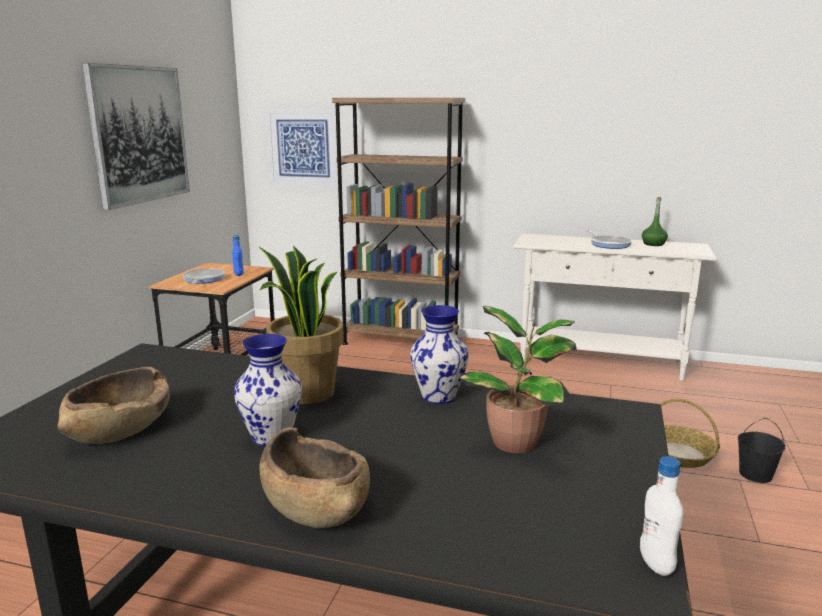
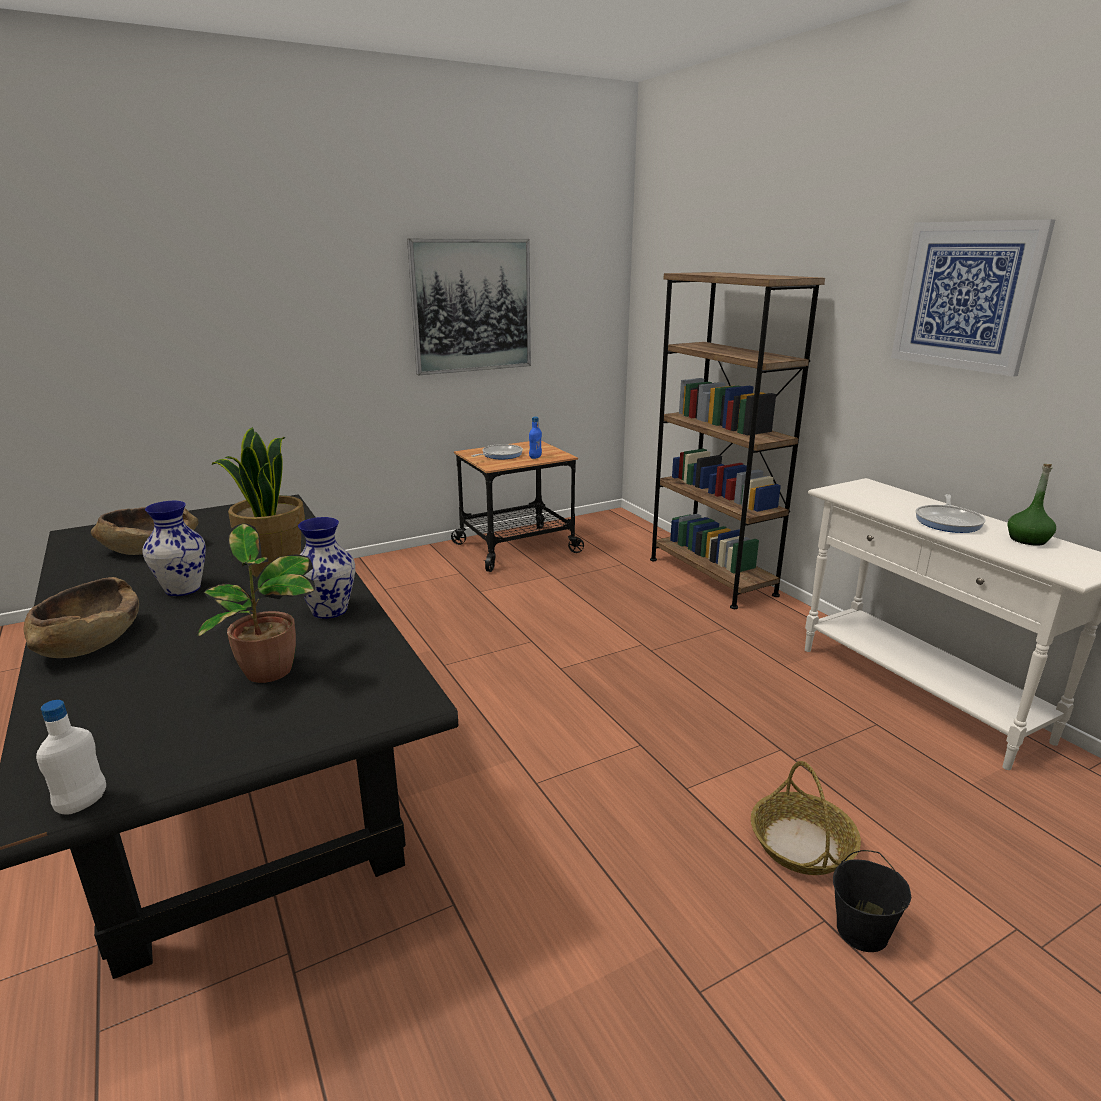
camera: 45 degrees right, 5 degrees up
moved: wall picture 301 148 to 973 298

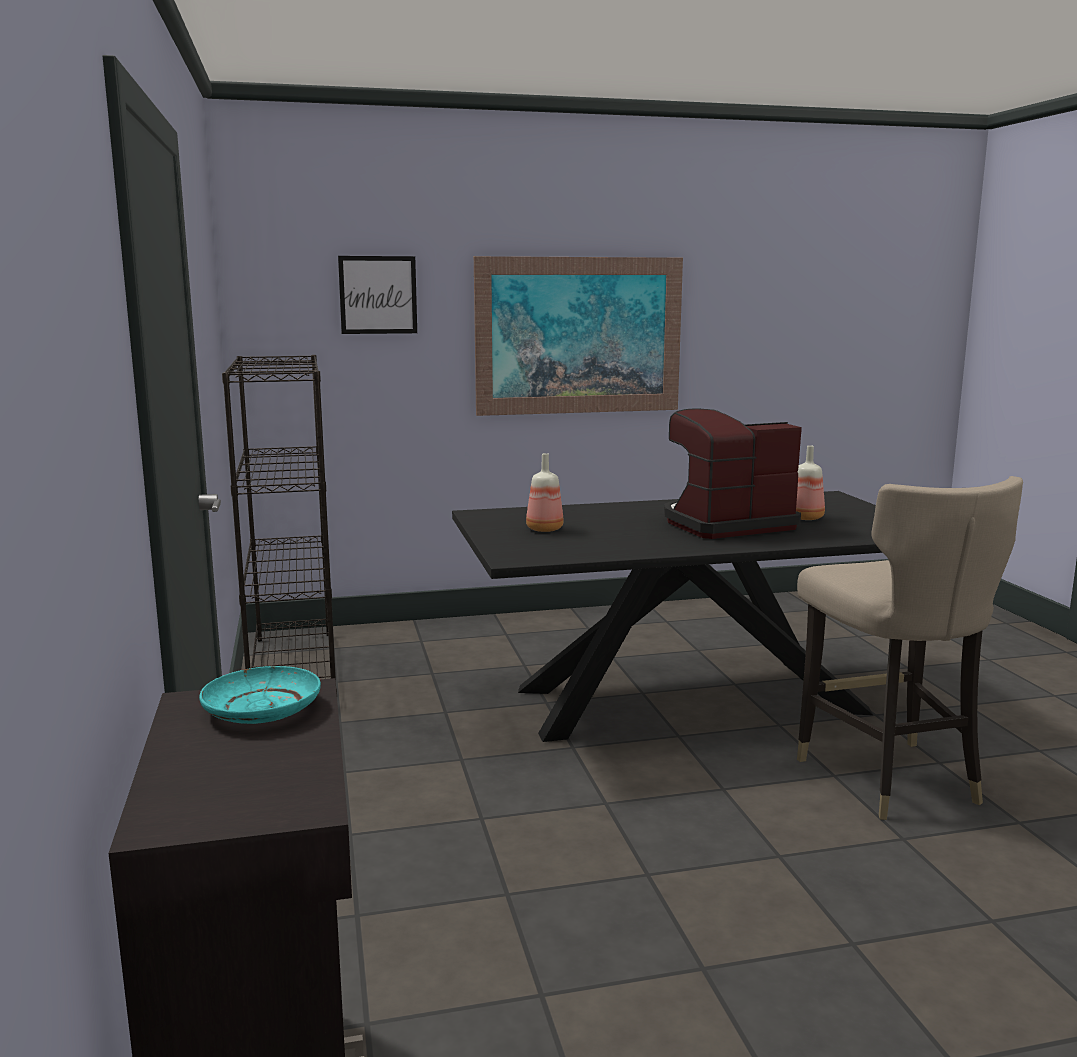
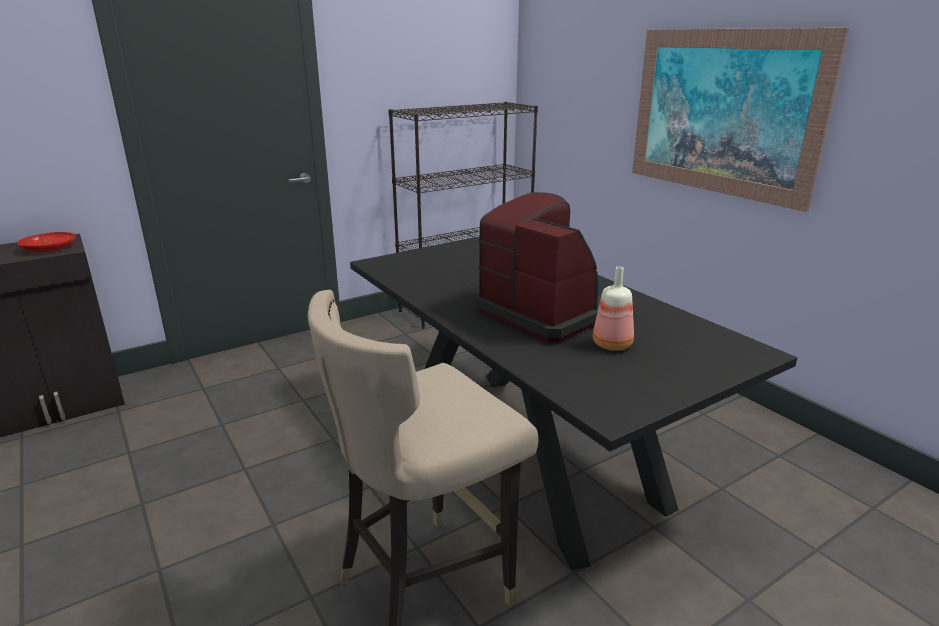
camera: 70 degrees right, 10 degrees up
removed: wall picture 377 295; drink bottle 545 492
recoloured: turquoise dinner plate 260 695 to red-coloured dinner plate 46 242

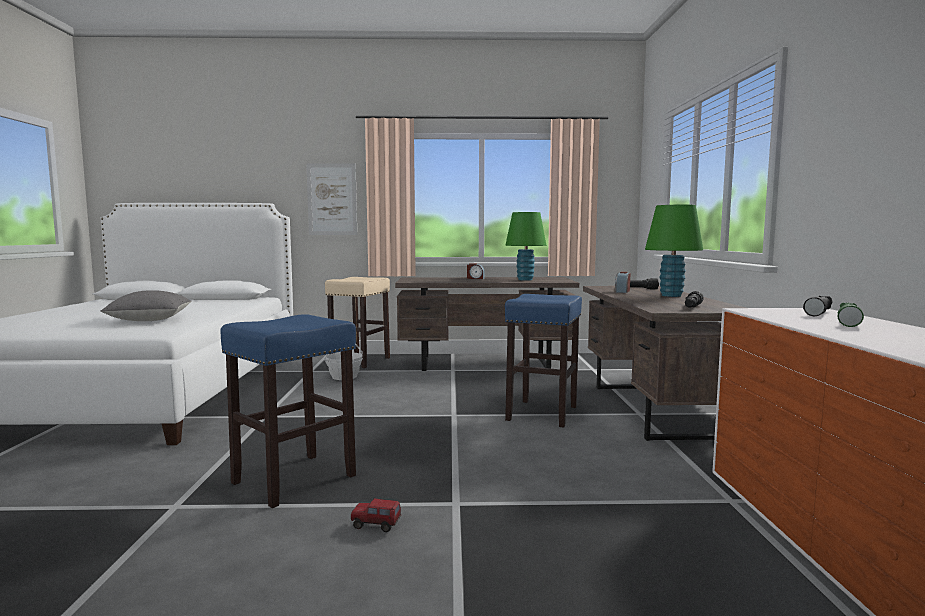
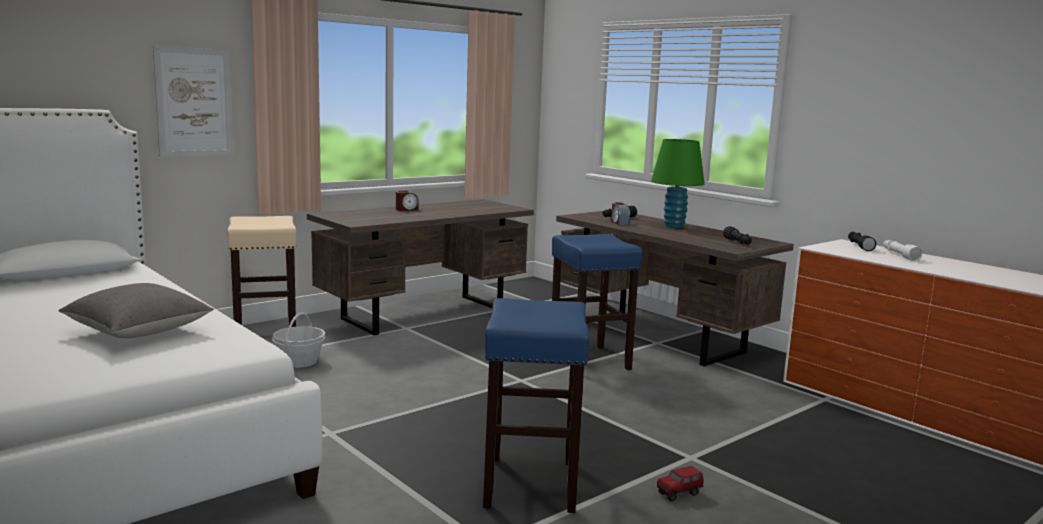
camera: 40 degrees left, 5 degrees up
removed: green-coloured lamp for a table 525 246
recoloured: green-coloured flashlight 850 315 to white flashlight 903 250

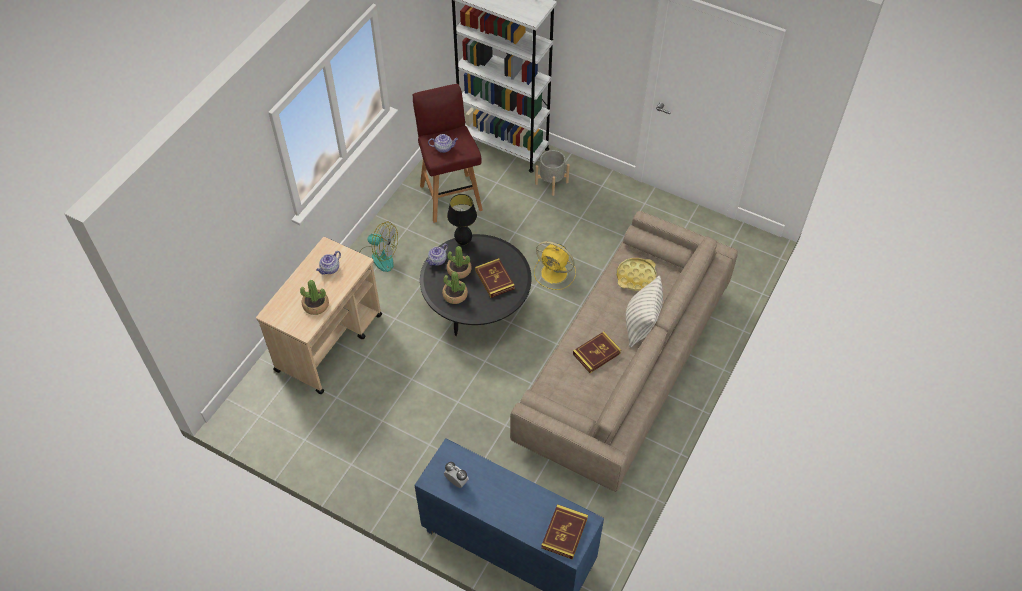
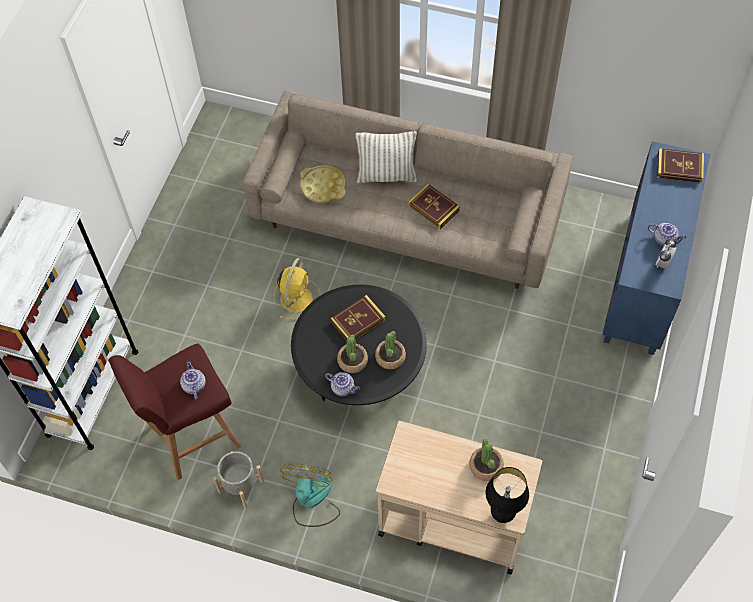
camera: 100 degrees left, 5 degrees up
moved: greyish flower pot 552 173 to 238 479; black lamp for a table 462 219 to 507 495; teapot 328 262 to 667 234

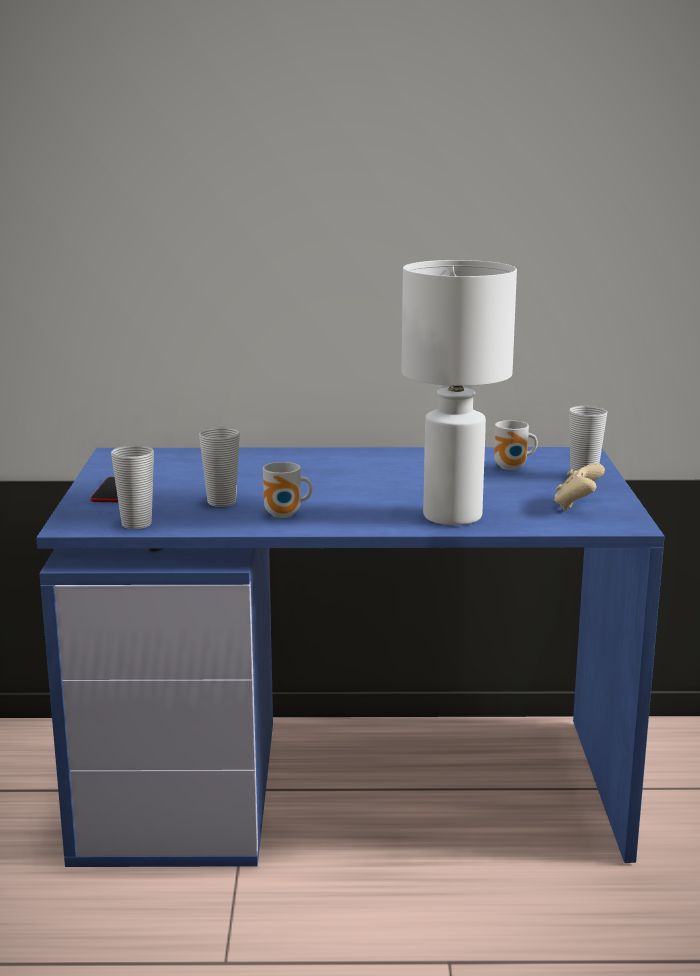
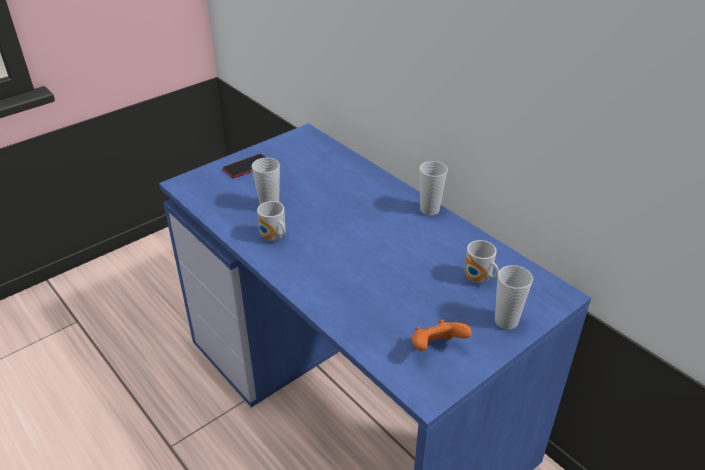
camera: 50 degrees right, 20 degrees up
removed: white lamp for a table 459 392
moved: small cup 132 487 to 433 188
recoloured: sand-coloured game controller 579 487 to orange-coloured game controller 442 335

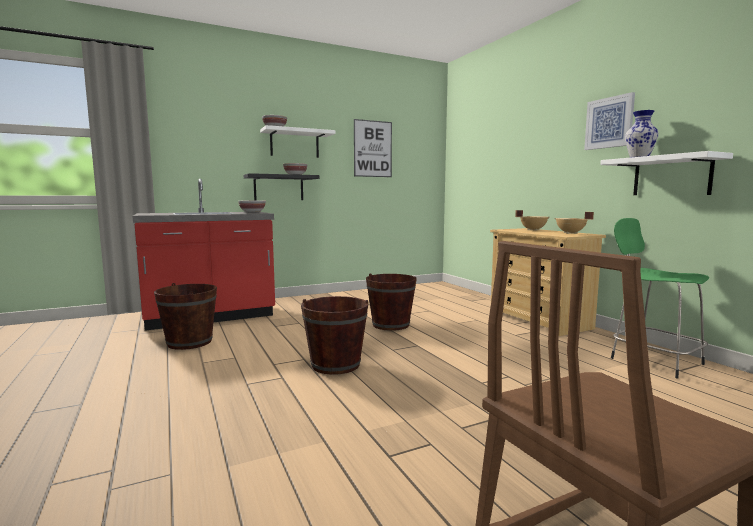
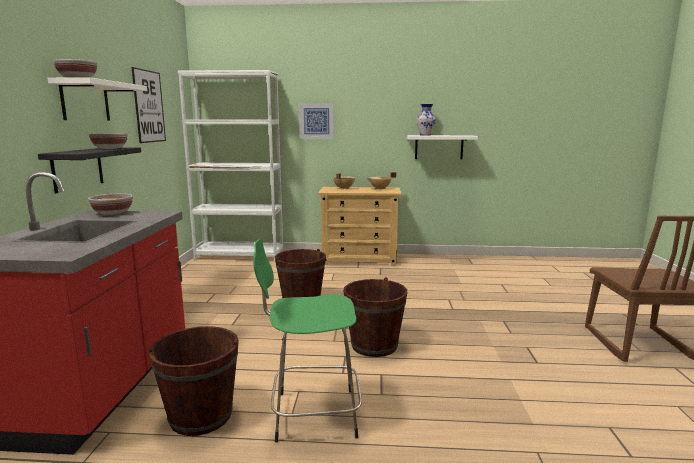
camera: 60 degrees left, 5 degrees up
added: white bookcase 230 166
moved: green-coloured stool 660 298 to 307 341; wall picture 609 121 to 316 121

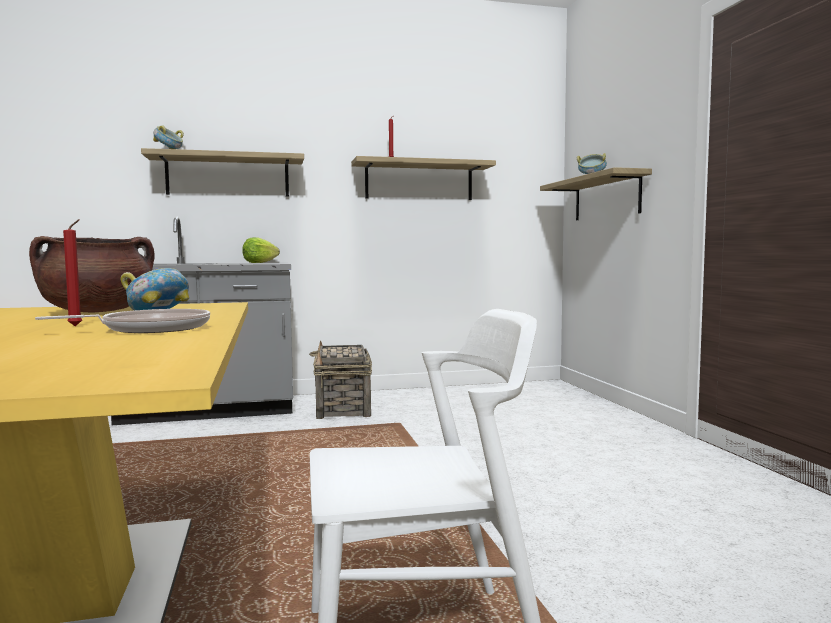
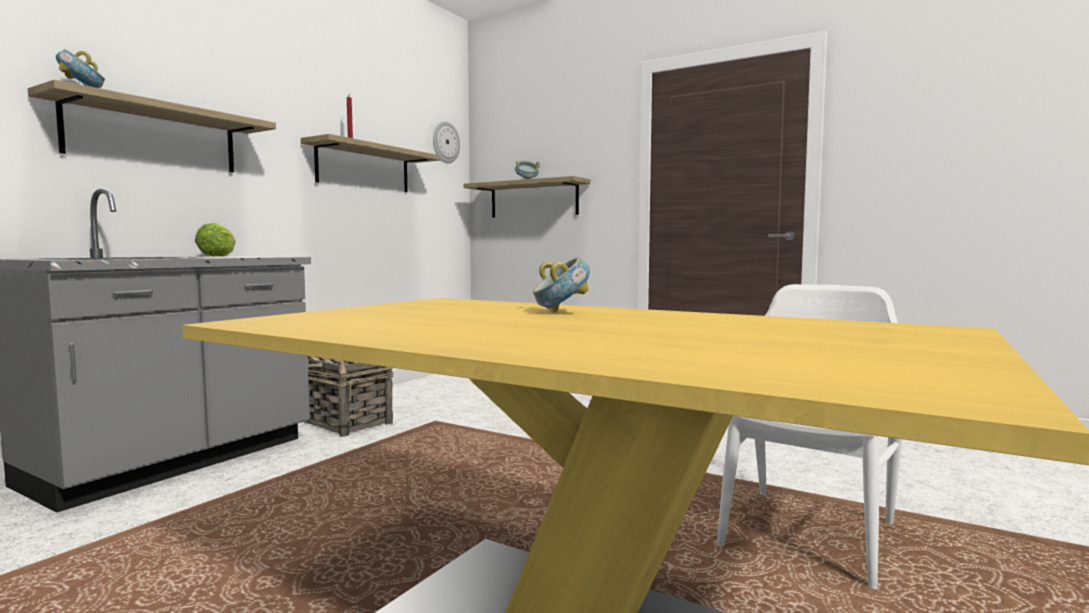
camera: 45 degrees left, 0 degrees up
removed: brown cooking pot 92 274; frying pan 122 321; red-coloured wax candle 72 272
added: hanging clock 446 142

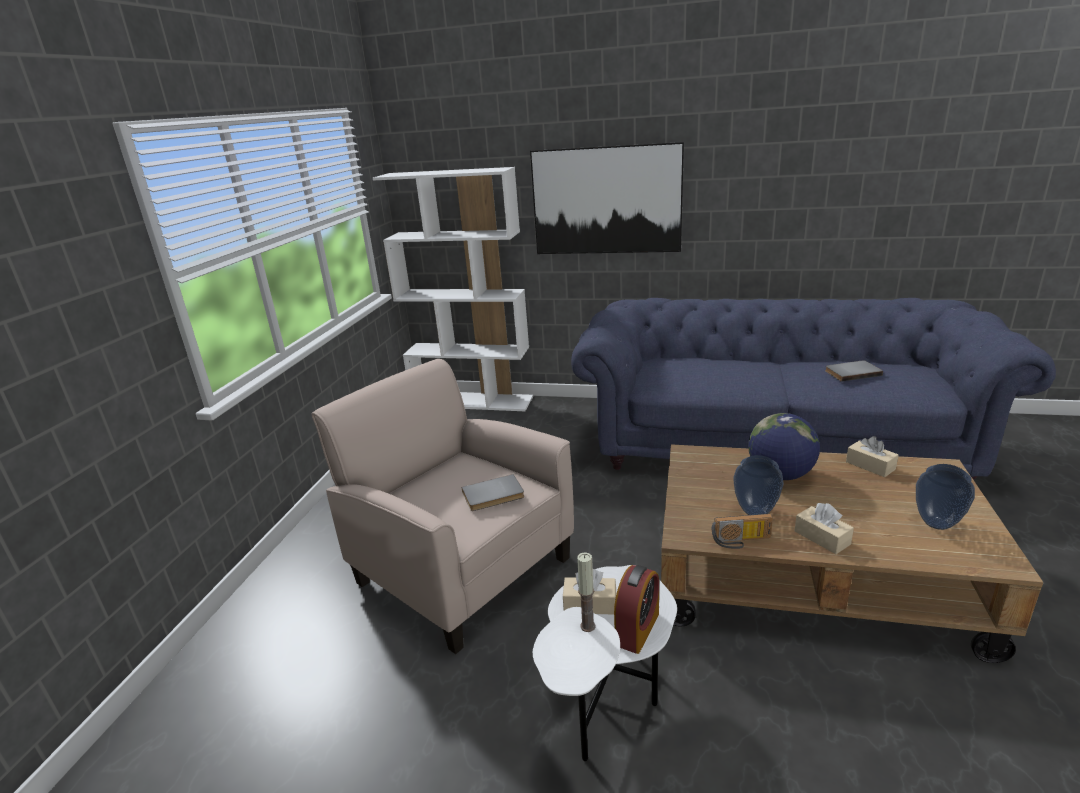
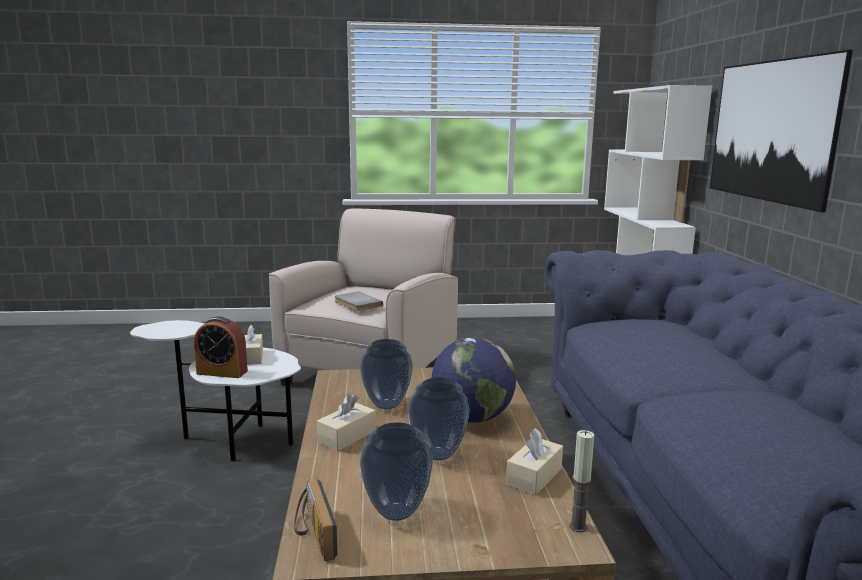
camera: 70 degrees right, 10 degrees down
removed: greyish volume 854 371
added: vase 439 419
moved: radio 742 531 to 315 520; wax candle 586 592 to 581 481

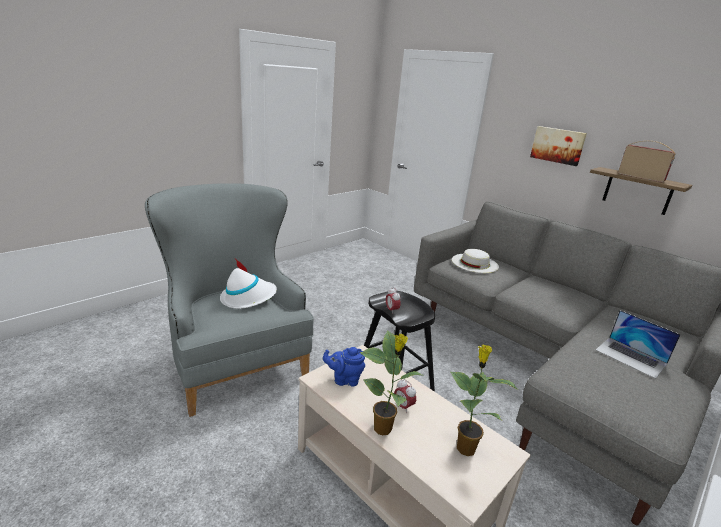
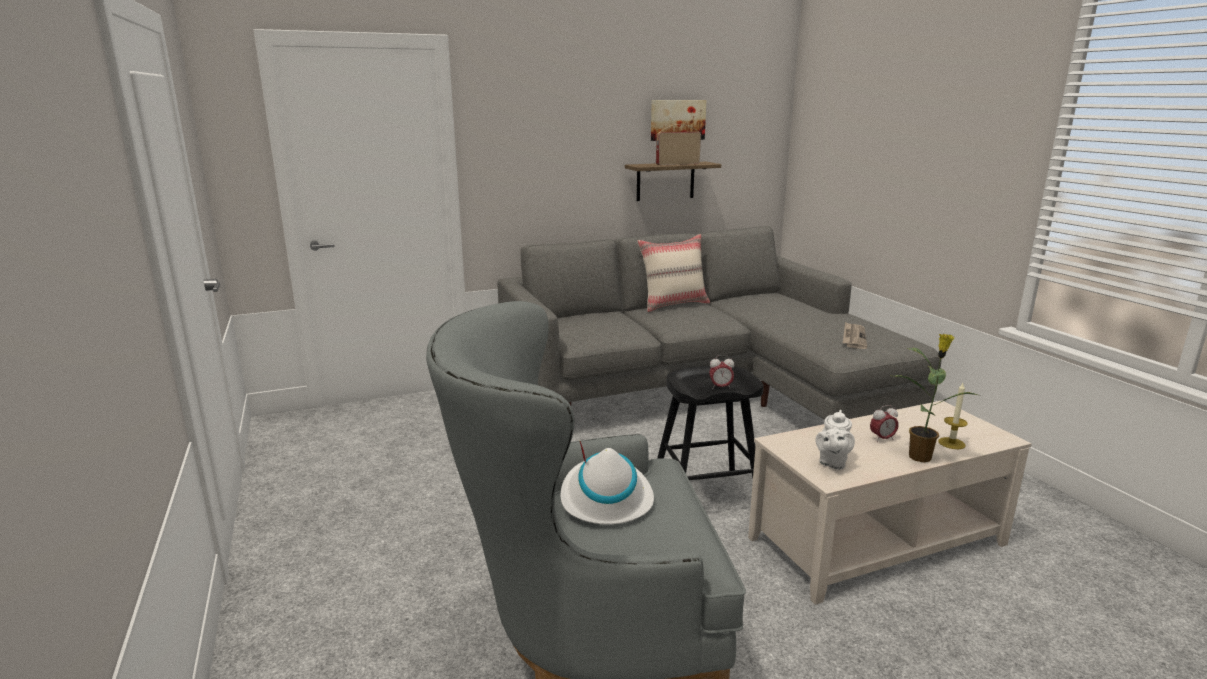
camera: 65 degrees left, 5 degrees down
removed: plant in a pot 484 400; white wearable hat 475 261; laptop 638 344
added: sand-coloured pillow 674 273; newspaper 855 335; wax candle 953 416
moved: wall picture 558 146 to 678 120
recoloured: bluish teapot 344 367 to white teapot 835 440

